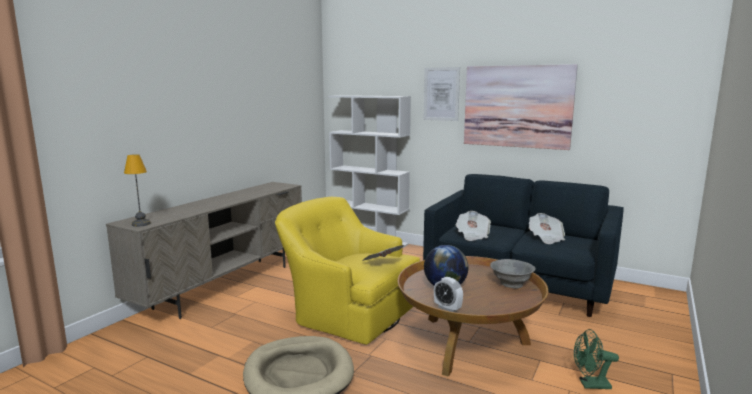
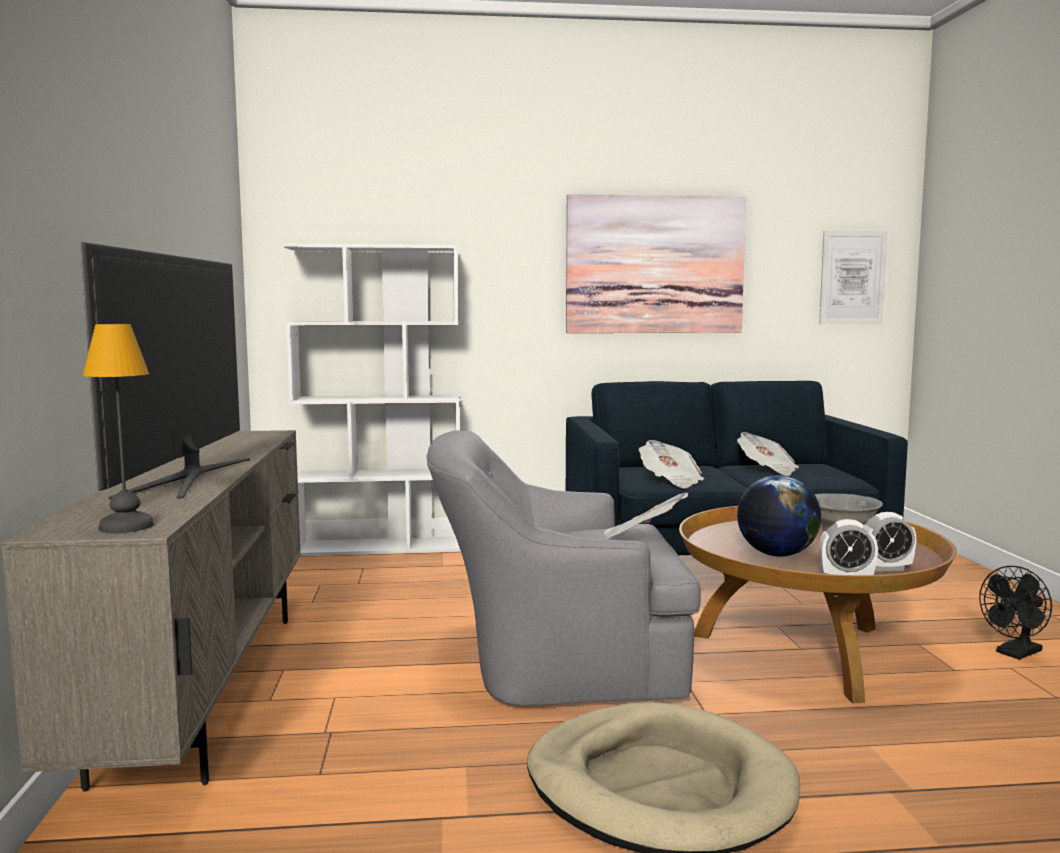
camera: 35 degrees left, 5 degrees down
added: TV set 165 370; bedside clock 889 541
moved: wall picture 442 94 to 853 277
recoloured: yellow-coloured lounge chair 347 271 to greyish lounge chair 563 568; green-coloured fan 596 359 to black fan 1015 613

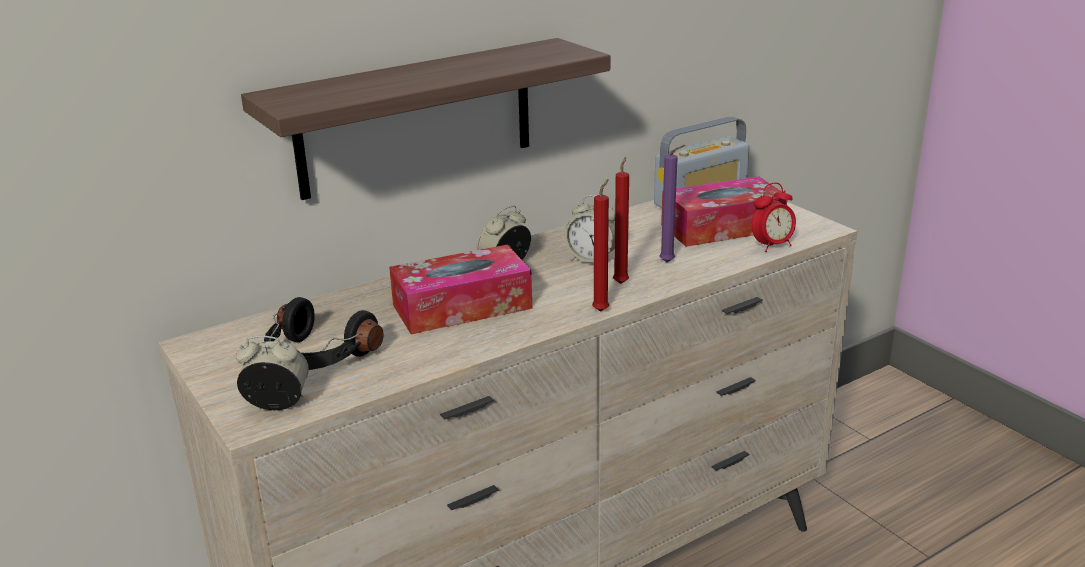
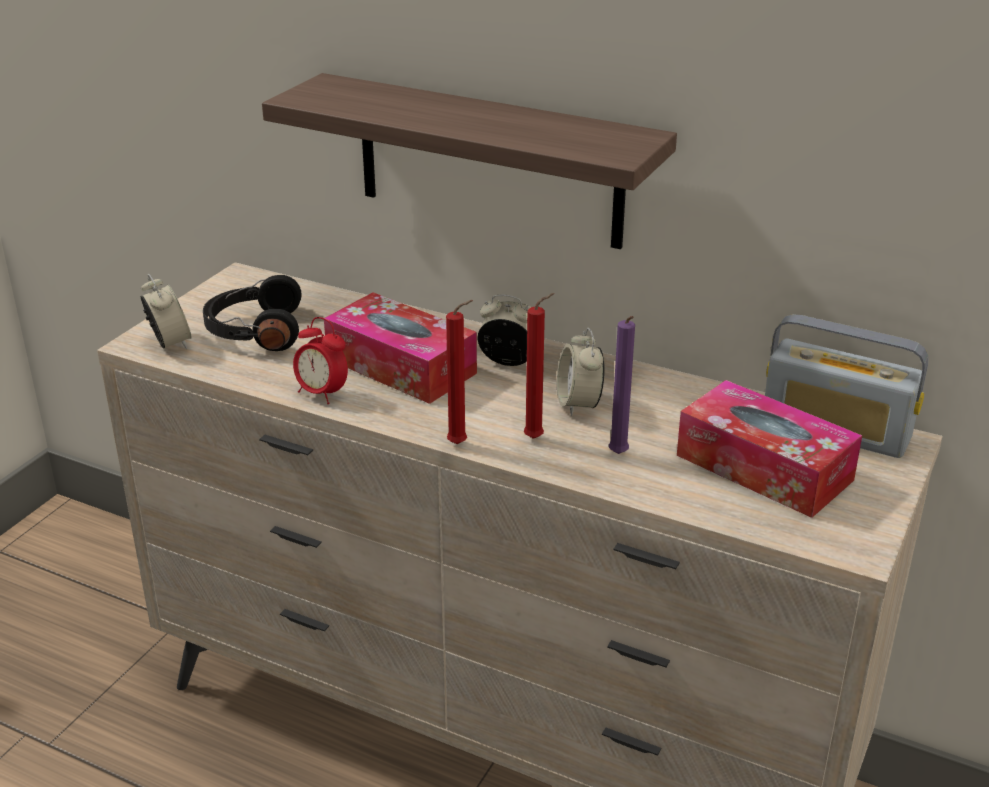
camera: 60 degrees right, 5 degrees up
moved: bedside clock 773 217 to 320 360

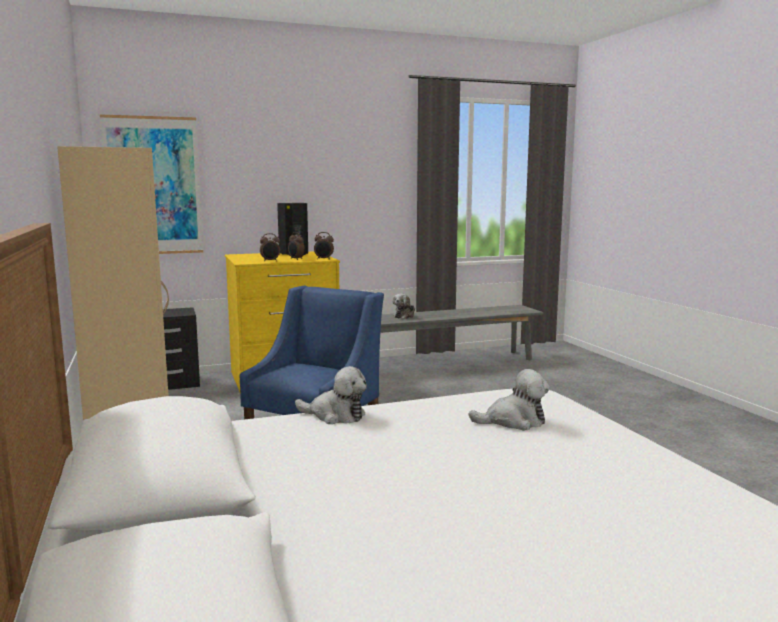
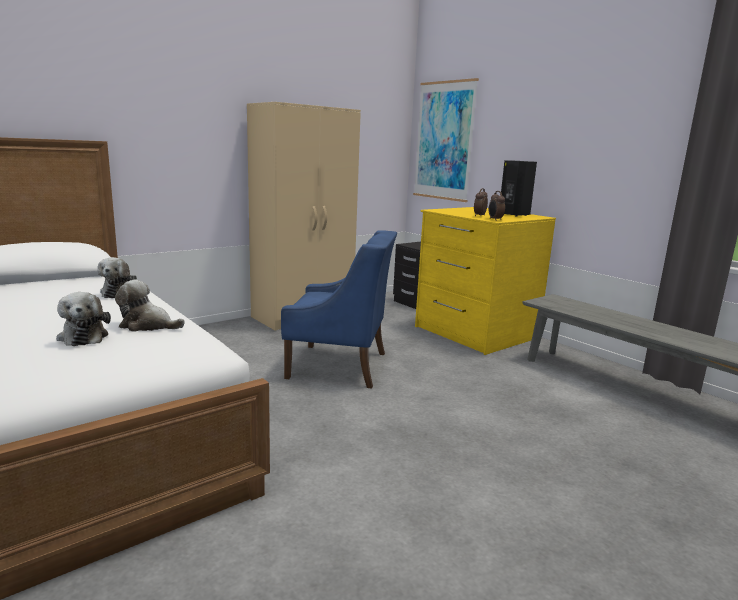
camera: 70 degrees right, 5 degrees up
removed: bedside clock 270 247
moved: plush toy 404 306 to 150 305

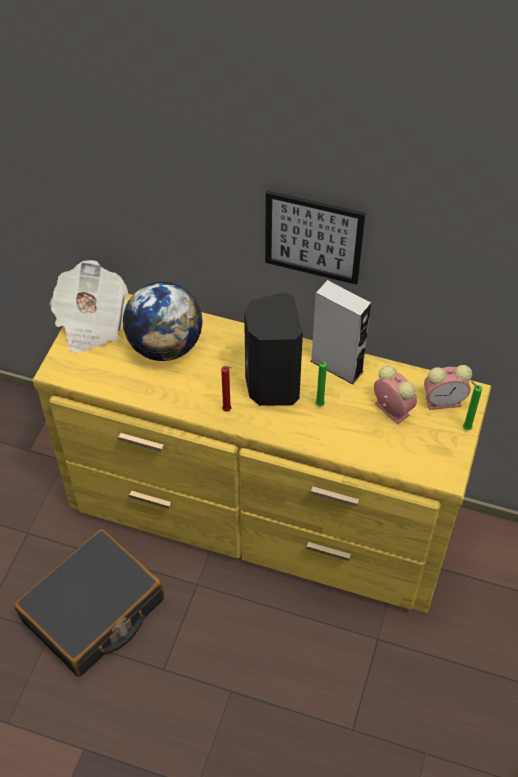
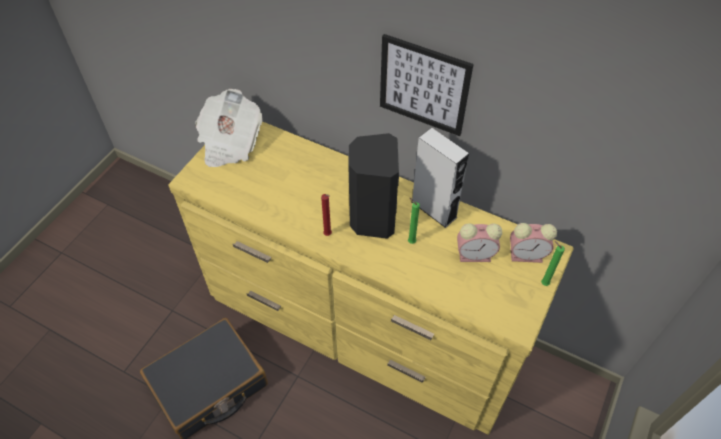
camera: 10 degrees right, 0 degrees up
removed: desk globe 162 321
turned: bedside clock 395 394 = 479 242 120 degrees clockwise

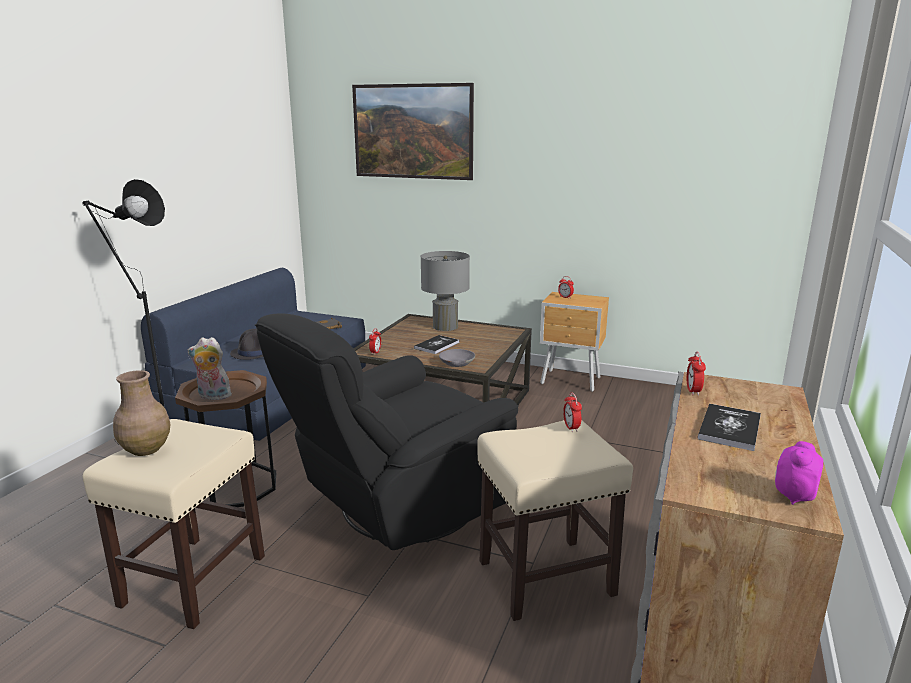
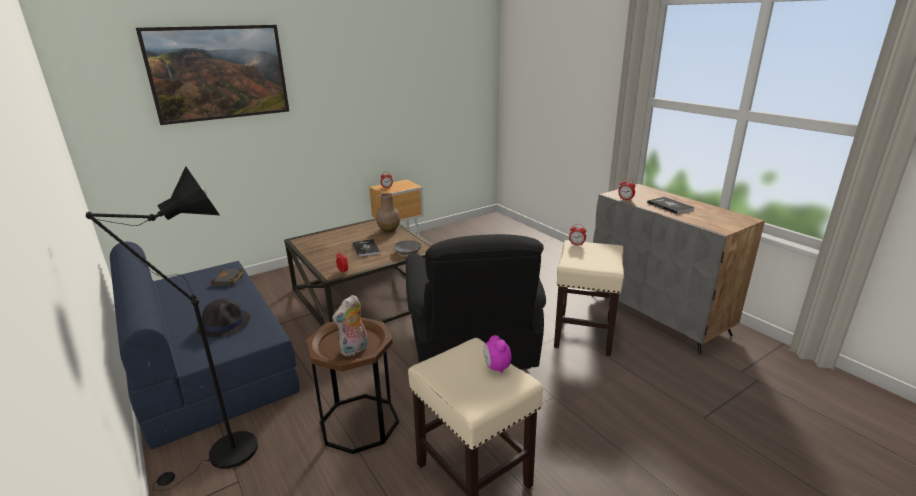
camera: 55 degrees left, 5 degrees up
removed: greyish lamp for a table 445 291
moved: brown vase 141 413 to 388 212; bedside clock 799 473 to 498 354

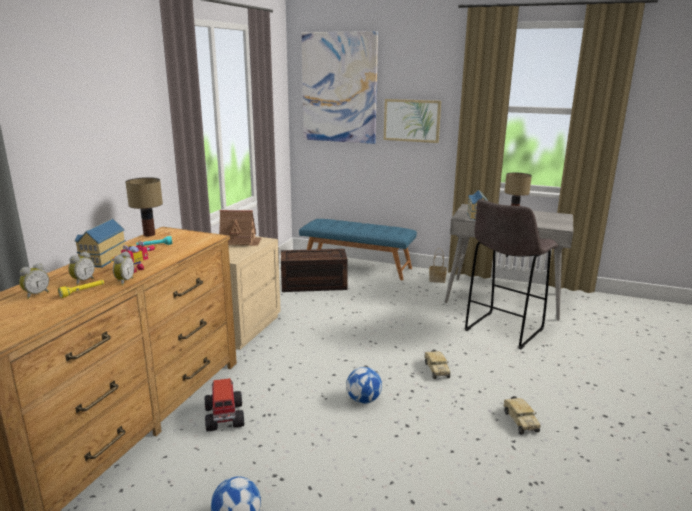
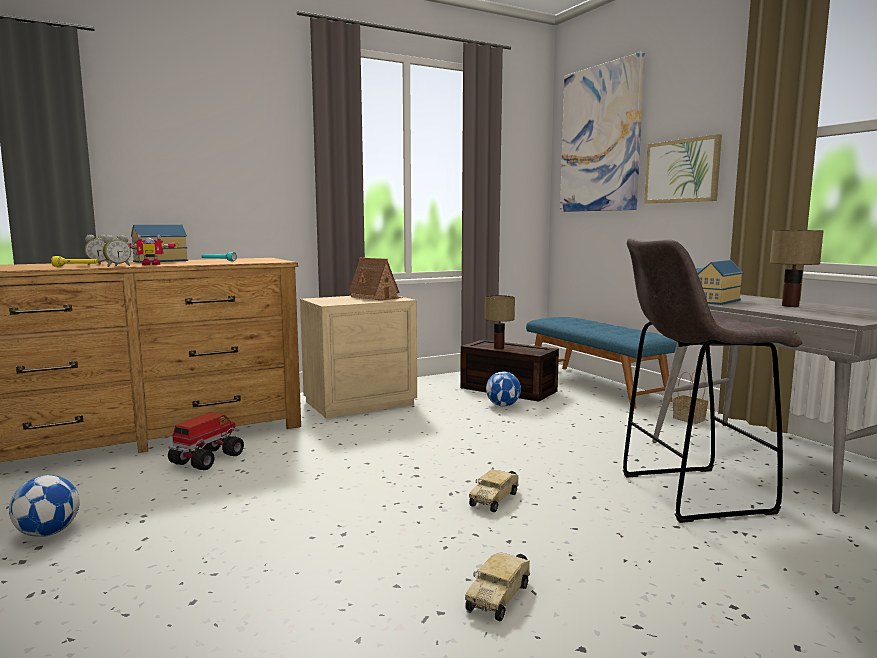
camera: 40 degrees right, 10 degrees down
removed: bedside clock 34 281
moved: lamp for a table 144 206 to 500 322; ball for football 364 385 to 503 389

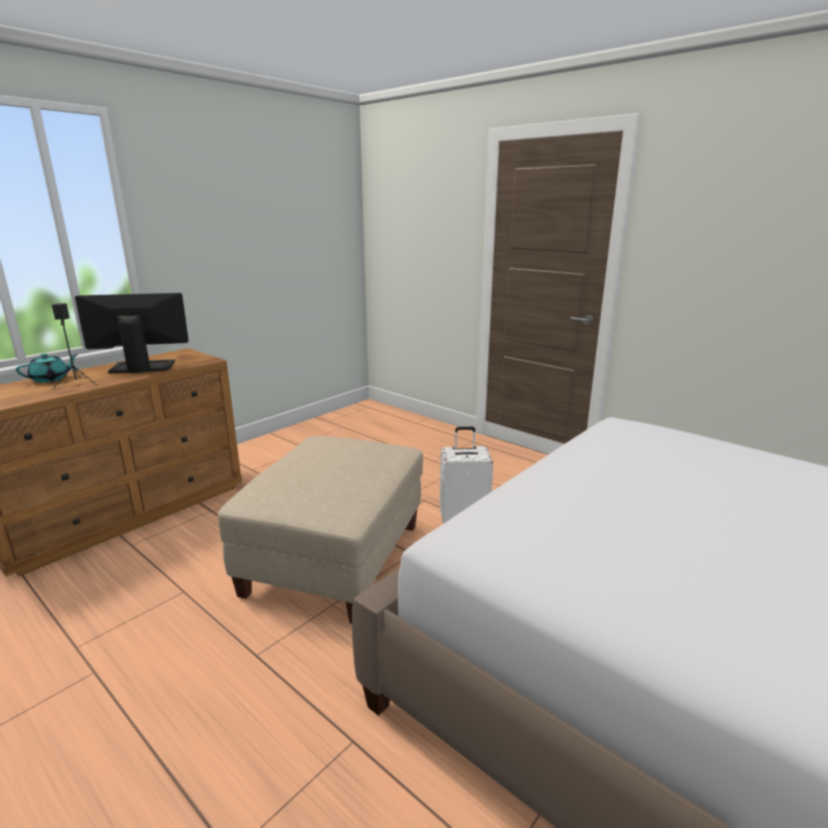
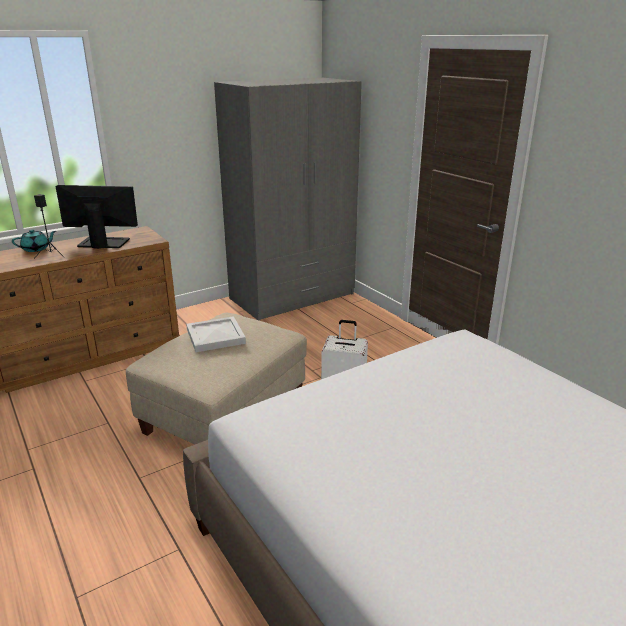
camera: 15 degrees right, 5 degrees up
added: white carrying tray 216 334; greyish wardrobe 288 199

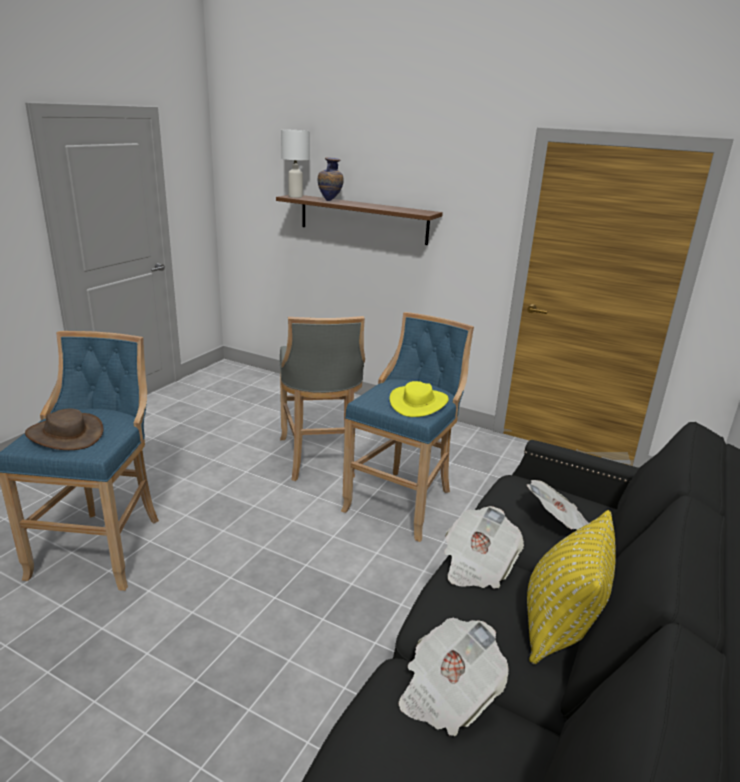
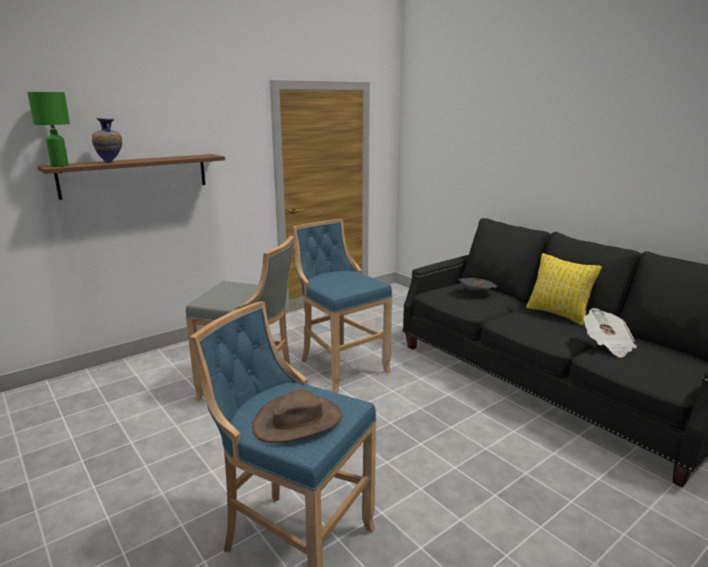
camera: 65 degrees left, 5 degrees down
removed: yellow-coloured wearable hat 419 399; newspaper 484 547
recoloured: white lamp for a table 295 163 to green-coloured lamp for a table 48 129

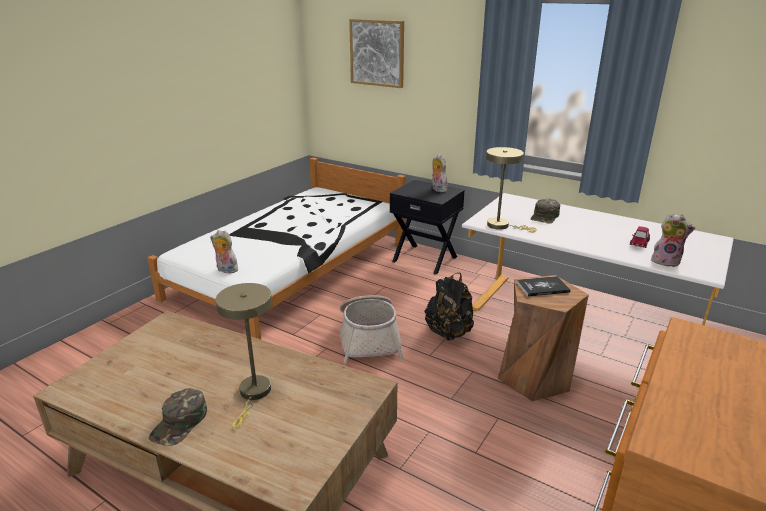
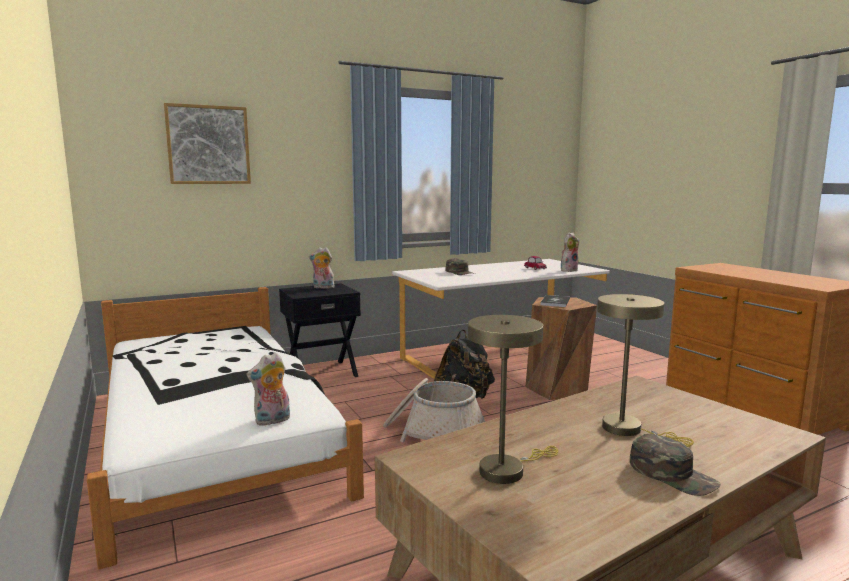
camera: 60 degrees left, 15 degrees down
moved: sand-coloured lamp for a table 511 190 to 513 399

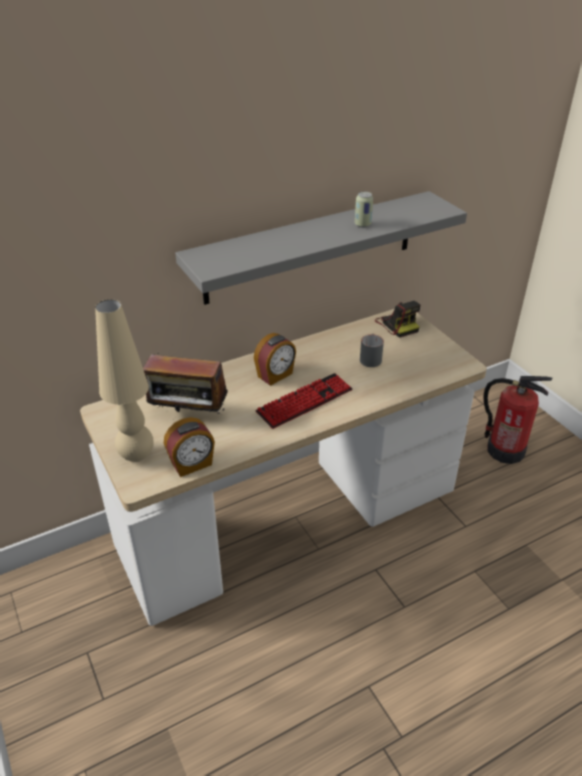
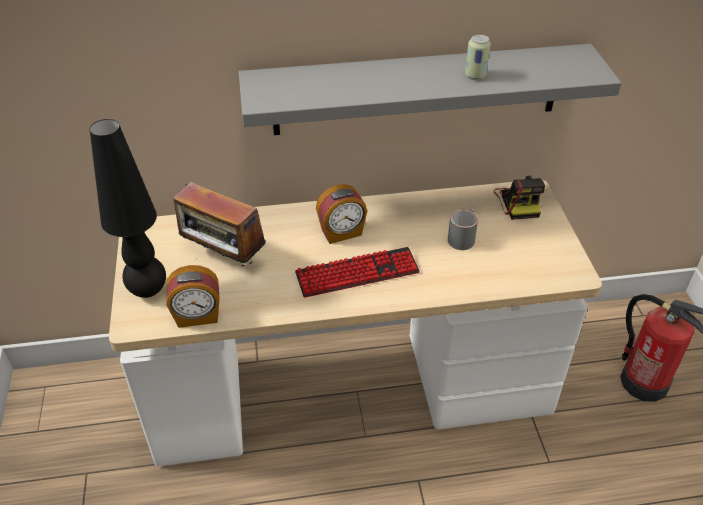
camera: 20 degrees right, 5 degrees up
recoloured: sand-coloured lamp for a table 124 380 to black lamp for a table 128 208

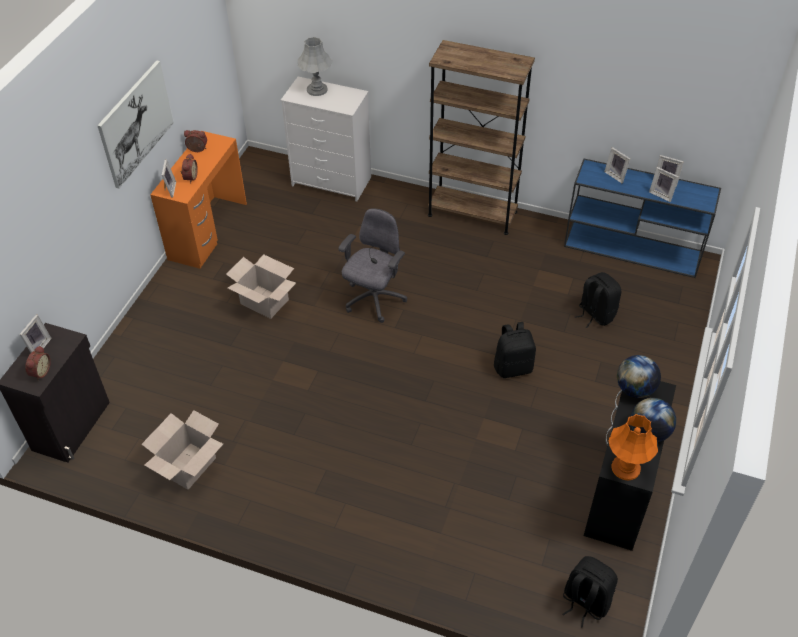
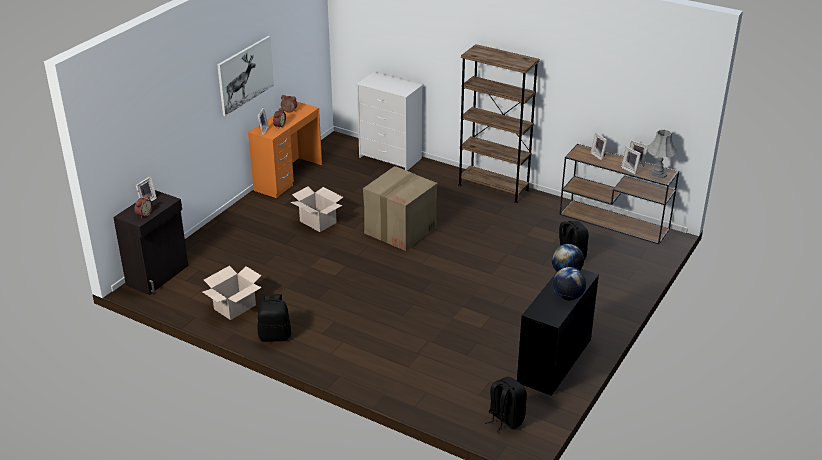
camera: 10 degrees right, 15 degrees down
removed: orange-coloured lamp for a table 633 447
moved: black knapsack 515 350 to 274 318; greyish lamp for a table 315 66 to 662 154
replaced: greyish office chair 372 265 to cardboard box 400 208
recoloured: bluish console table 642 218 to brown console table 619 194

